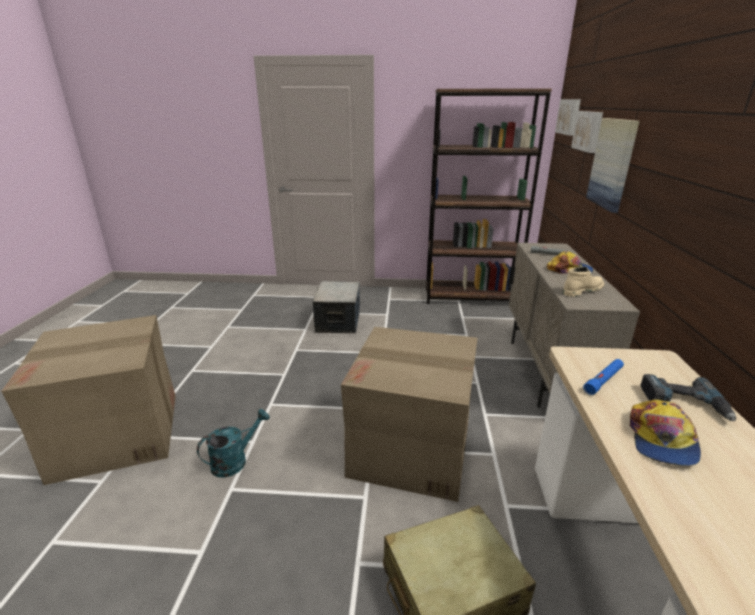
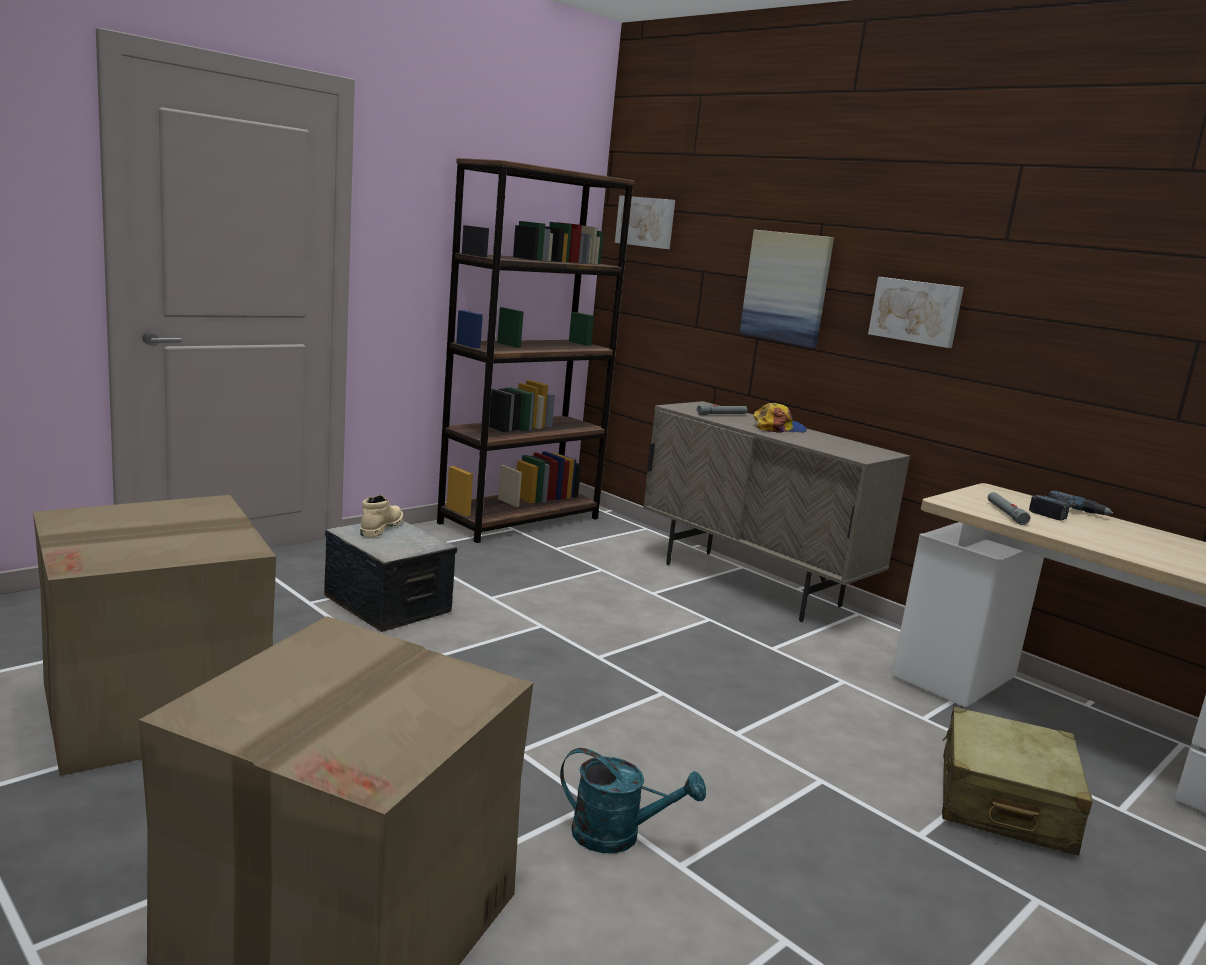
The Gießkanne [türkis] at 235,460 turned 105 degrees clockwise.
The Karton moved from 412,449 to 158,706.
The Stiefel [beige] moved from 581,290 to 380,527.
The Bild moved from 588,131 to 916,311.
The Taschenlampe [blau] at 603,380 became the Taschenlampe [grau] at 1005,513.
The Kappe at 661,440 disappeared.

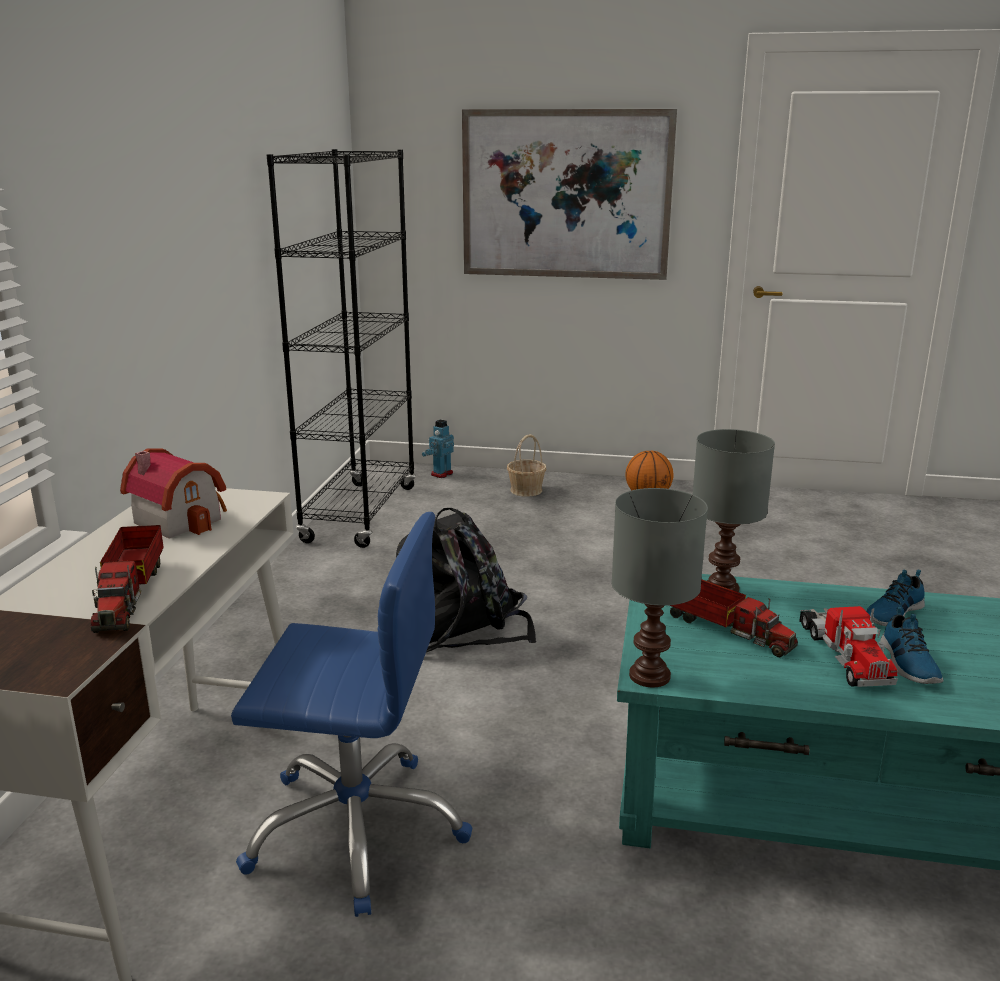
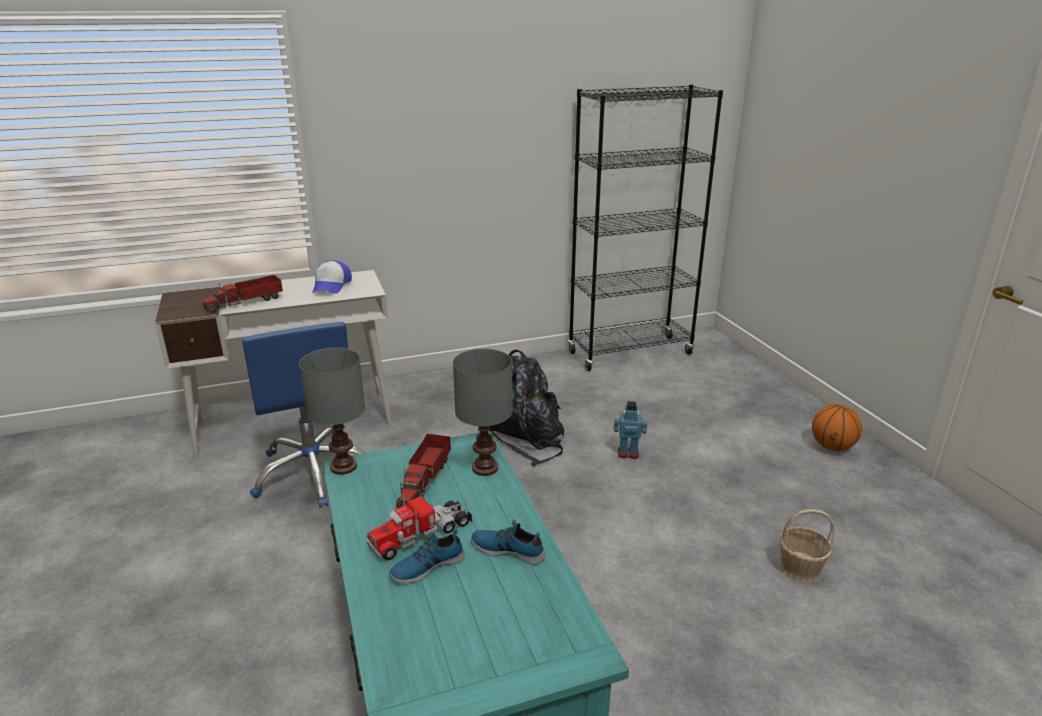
The Spielzeughaus at 181,519 was replaced by the Kappe at 332,286.
The Spielzeugroboter moved from 441,474 to 628,453.
The Bild at 565,195 disappeared.
The Korb moved from 526,490 to 799,567.

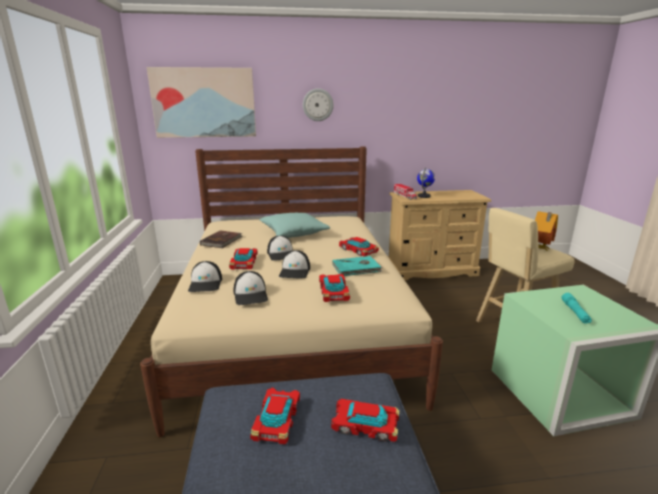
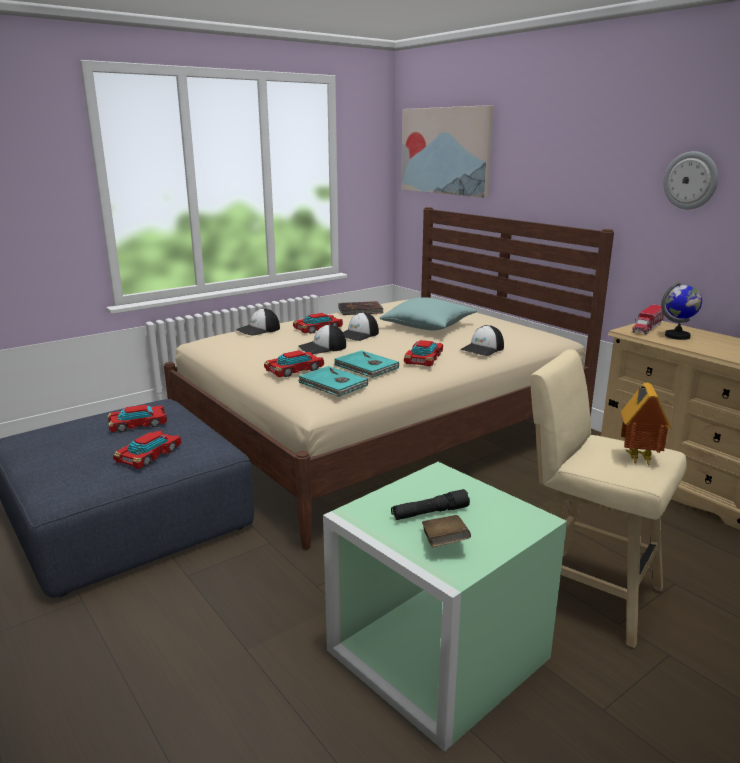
The Kappe moved from 251,295 to 483,349.
The Wanduhr moved from 318,105 to 691,180.
The Spielzeugauto at 365,424 turned 45 degrees clockwise.
The Taschenlampe [türkis] at 575,312 became the Taschenlampe [schwarz] at 430,513.
The Buch [türkis] at 332,384 appeared.
The Buch [braun] at 444,543 appeared.

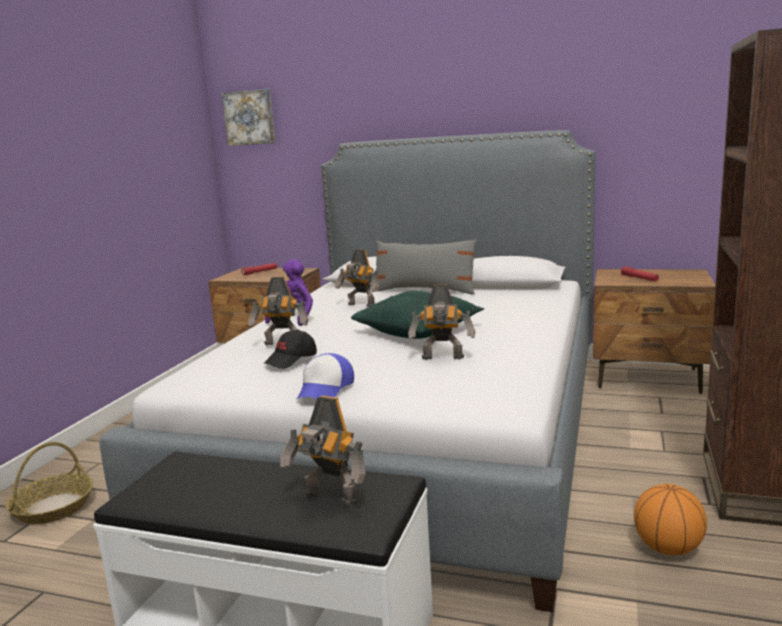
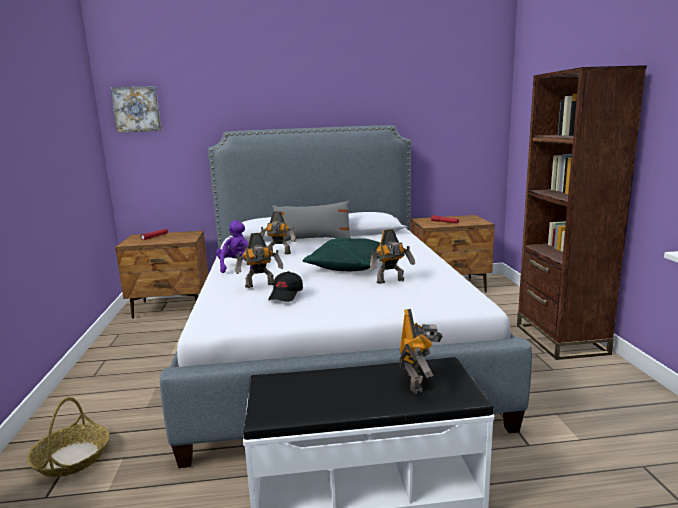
The Spielzeugroboter at 330,499 turned 90 degrees counterclockwise.
The Kappe at 325,389 disappeared.
The Basketball at 667,548 disappeared.

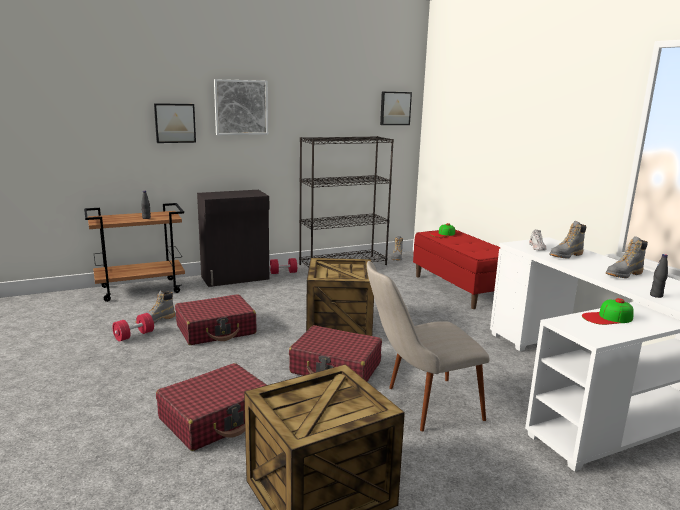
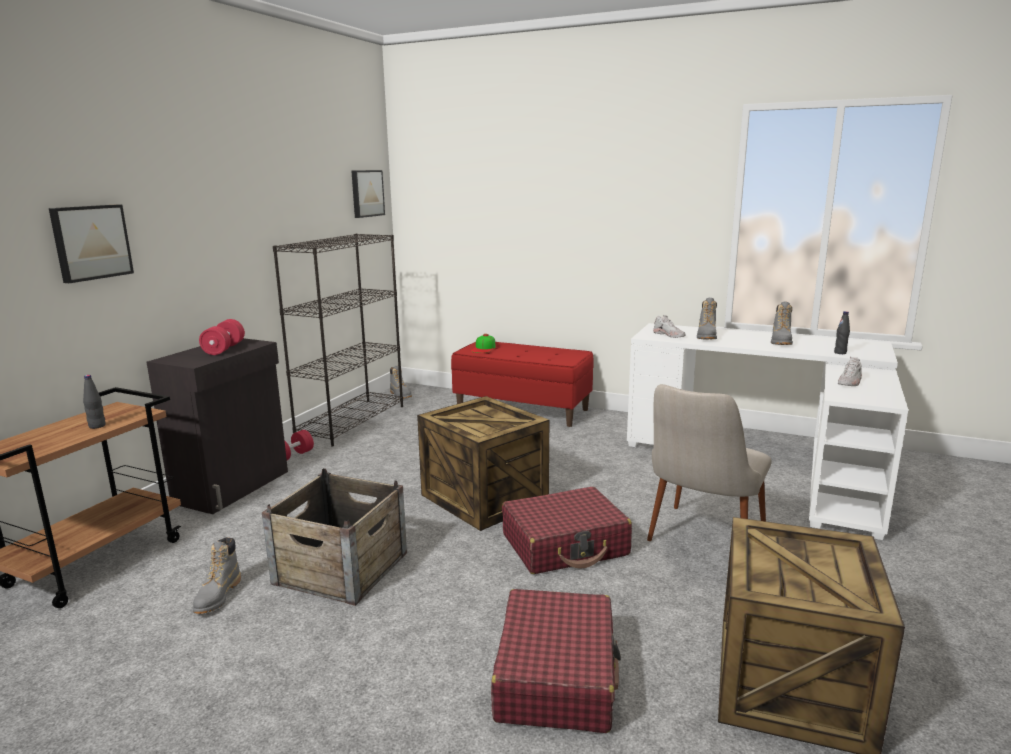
The Hantel [rot] moved from 134,335 to 224,349.
The Koffer [rot] at 216,330 was replaced by the Kiste at 341,567.
The Bild at 241,107 disappeared.
The Kappe at 607,318 was replaced by the Schuh [weiß] at 850,382.

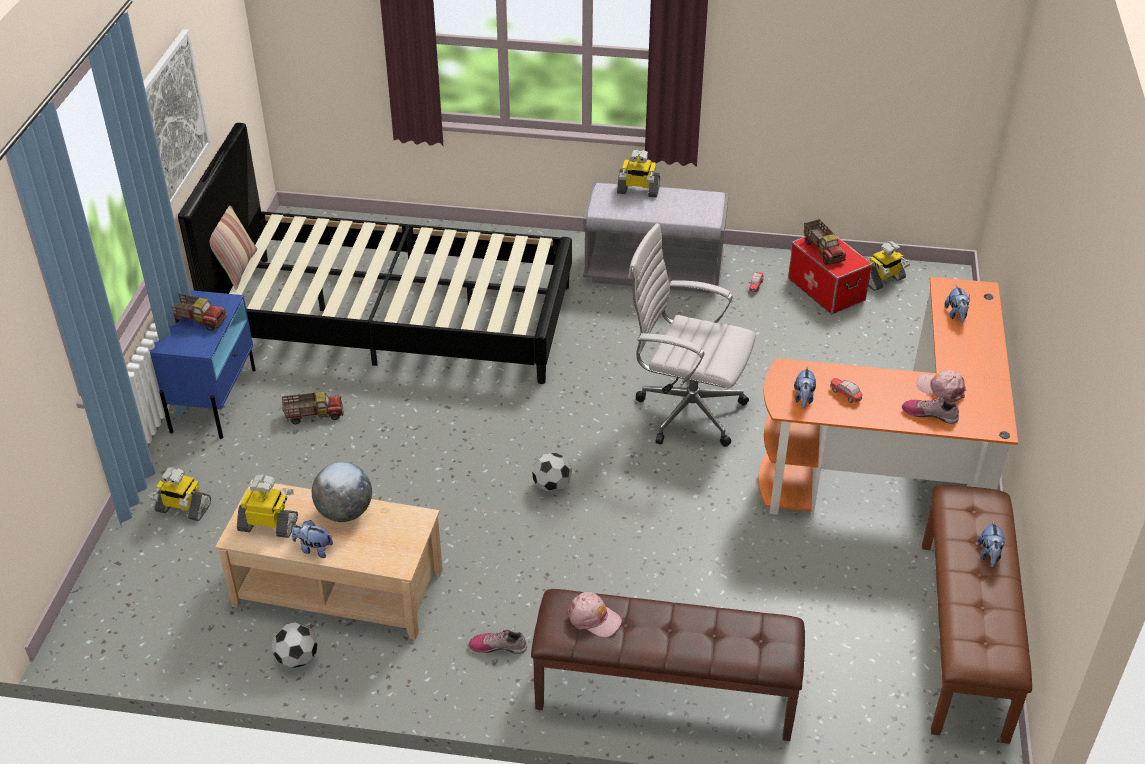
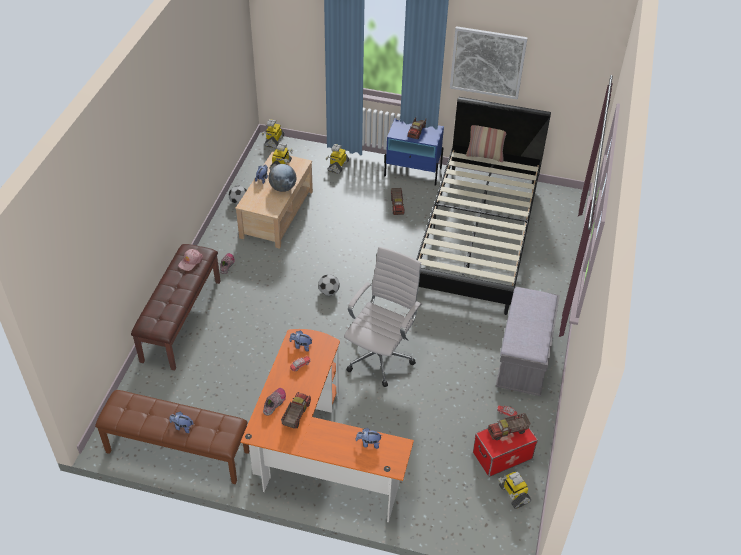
The Spielzeugroboter moved from 638,190 to 274,141.
The Kappe [rosa] at 941,389 was replaced by the Spielzeuglaster at 296,415.

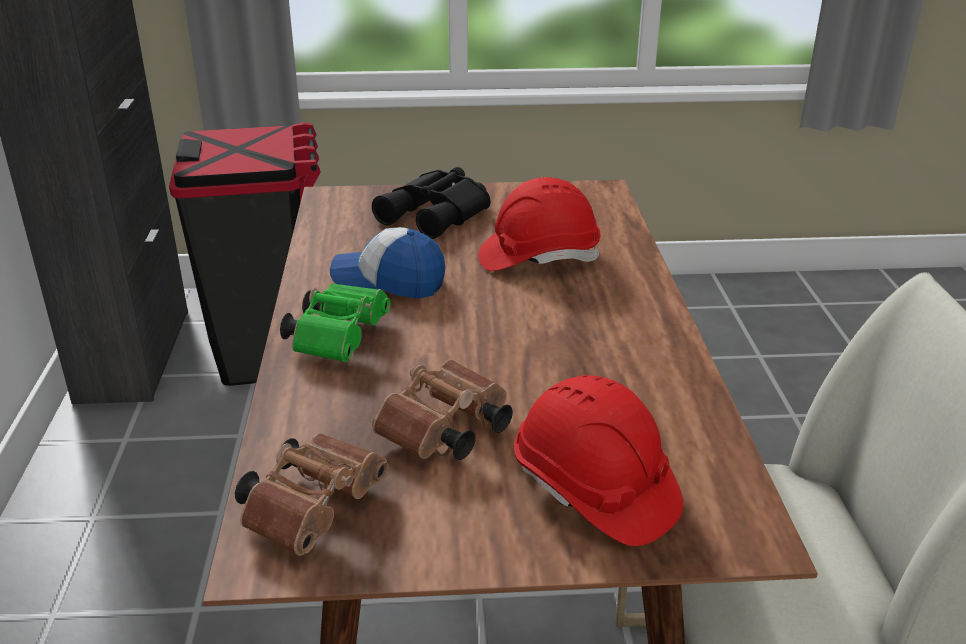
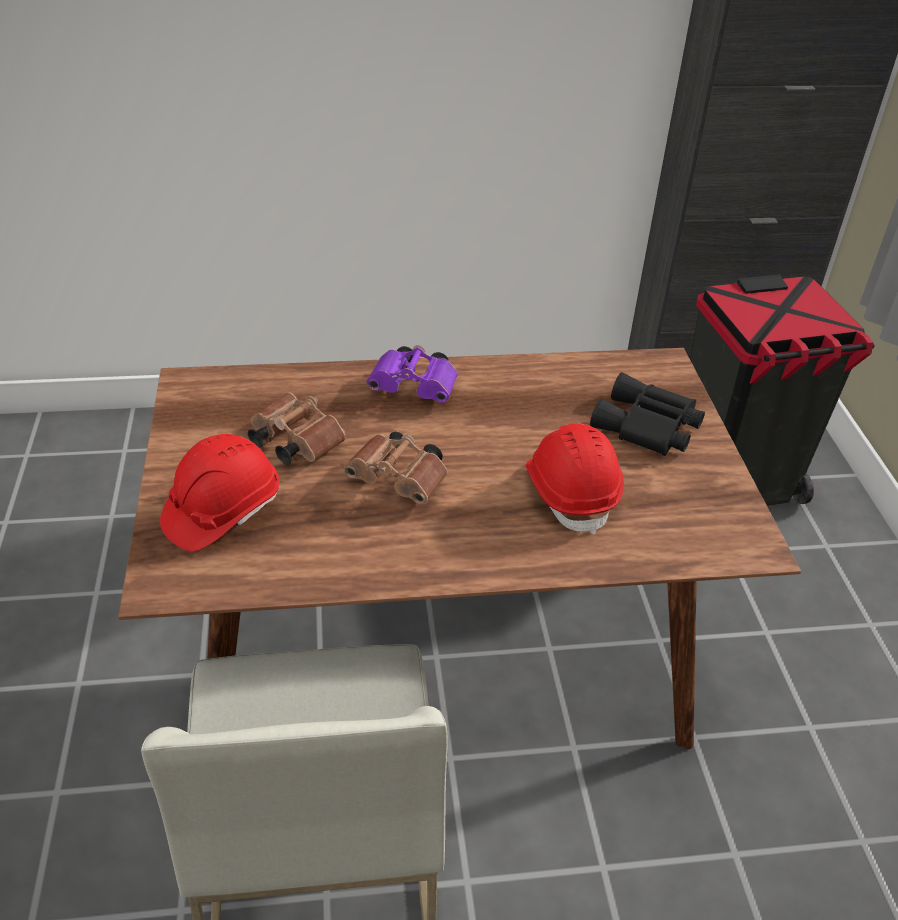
The Fernglas [braun] moved from 315,507 to 401,481.
The Fernglas [grün] at 339,338 became the Fernglas [lila] at 416,388.
The Kappe at 389,280 disappeared.

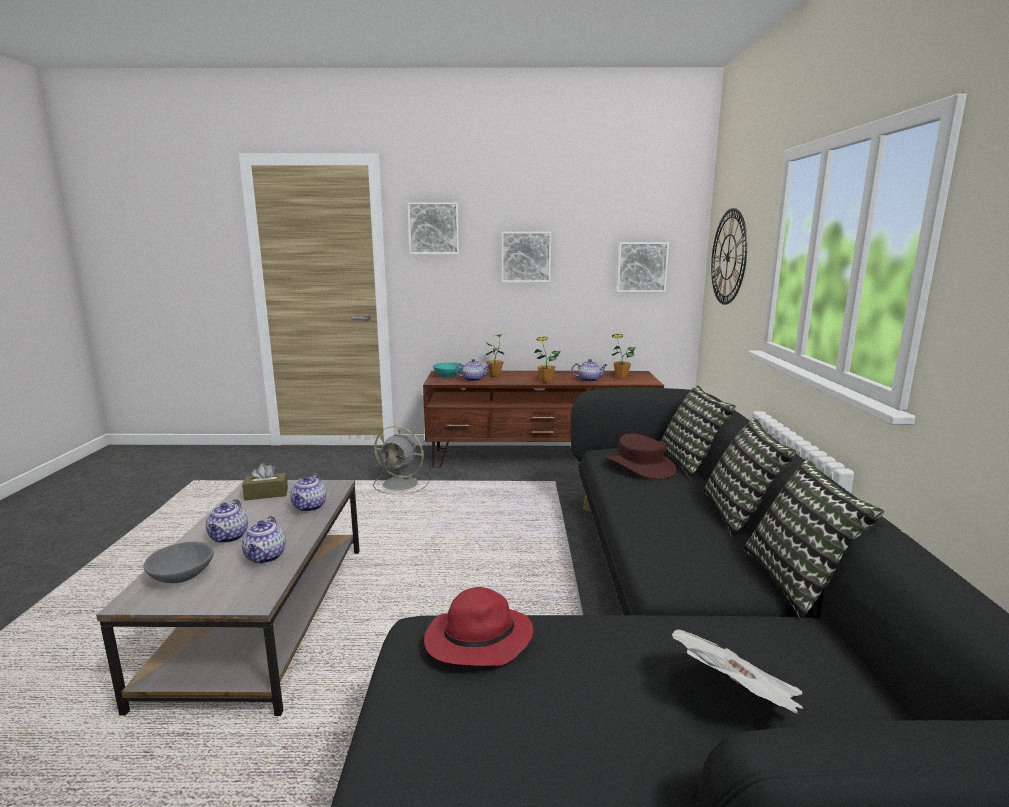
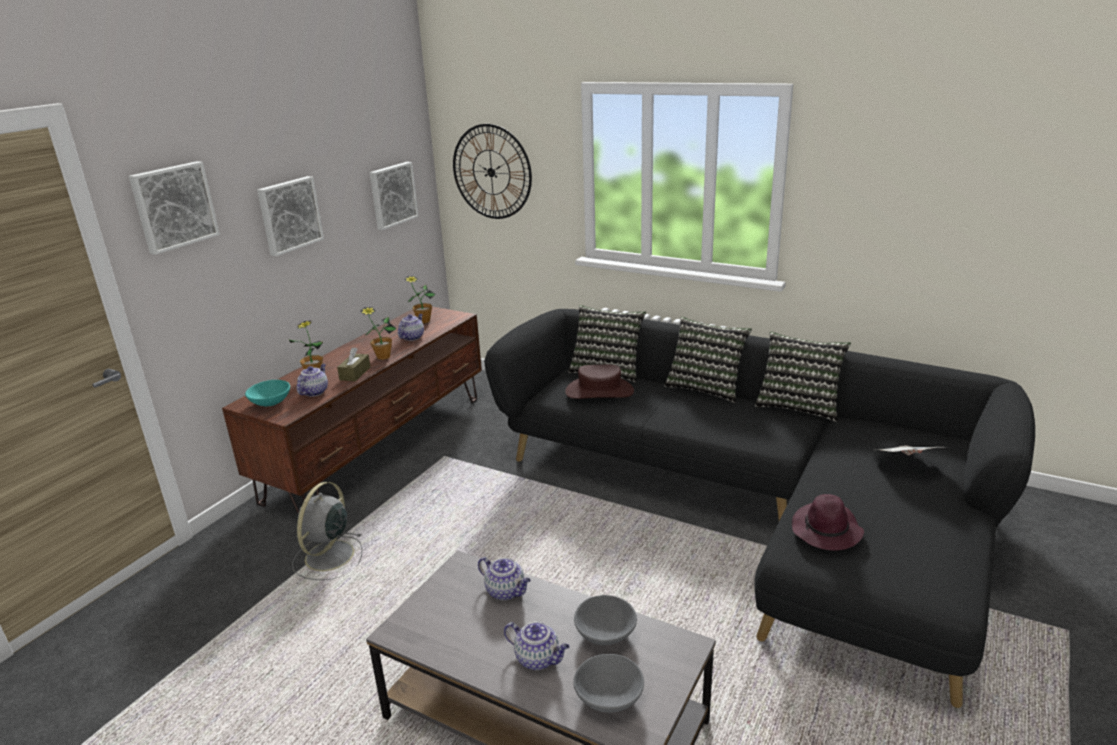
The Taschentuchbox [braun] moved from 266,494 to 355,373.
The Teekanne at 265,557 was replaced by the Schüssel [grau] at 606,633.
The Ventilator [grau] at 402,484 turned 150 degrees clockwise.
The Hut [rot] at 477,641 became the Hut [lila] at 826,531.

